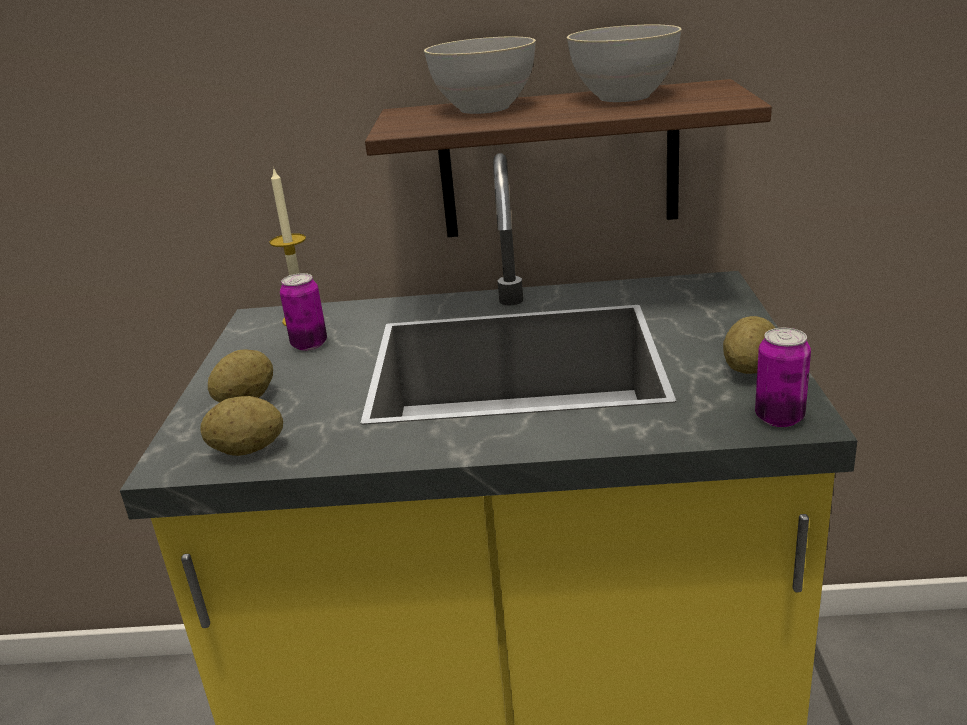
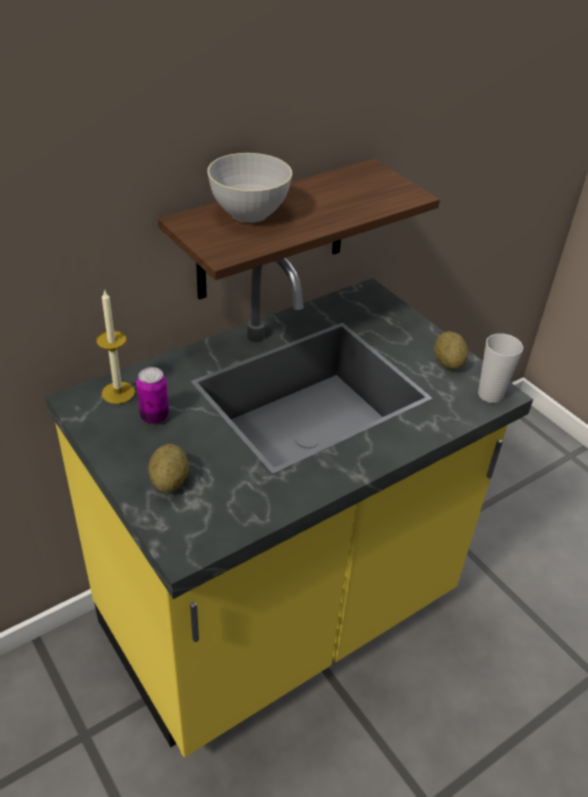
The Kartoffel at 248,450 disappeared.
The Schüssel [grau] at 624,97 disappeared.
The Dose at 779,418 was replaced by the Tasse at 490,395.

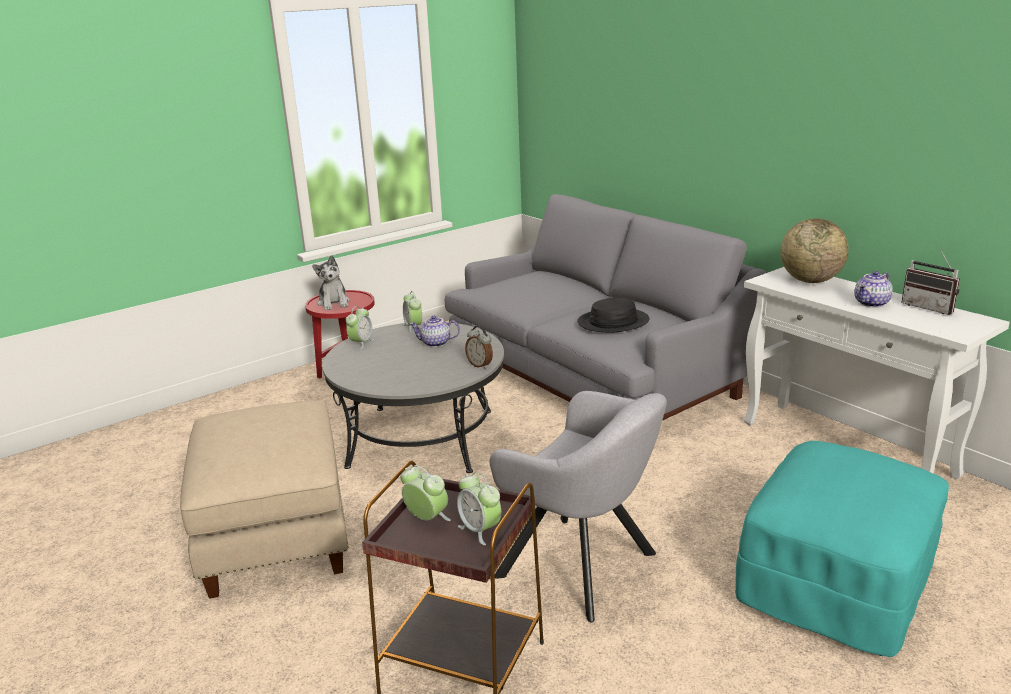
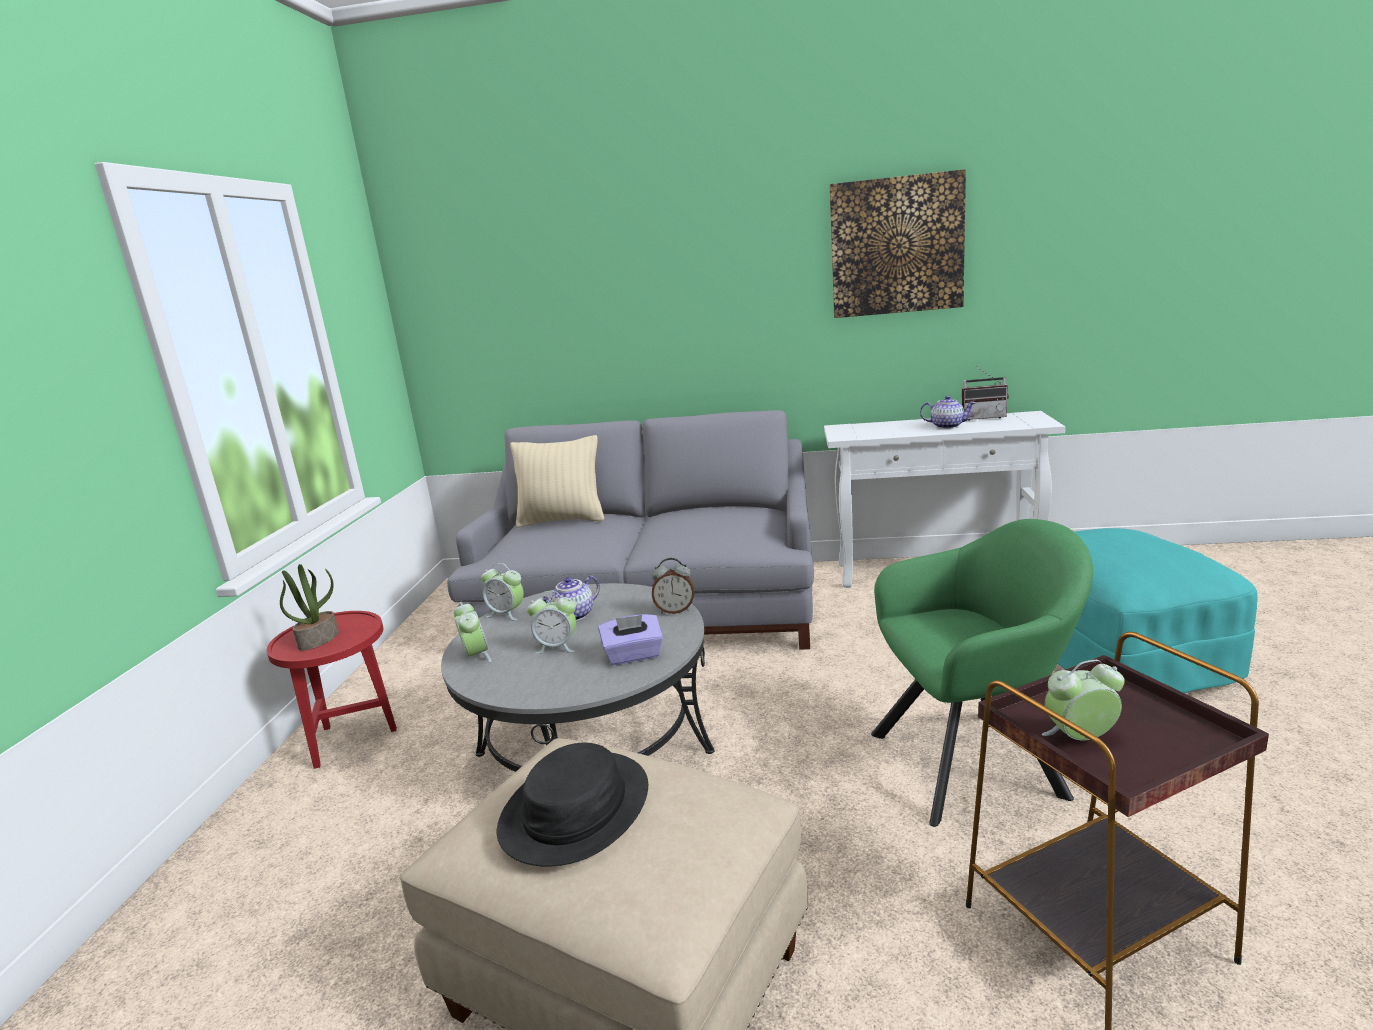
The Plüschtier at 334,303 was replaced by the Topfpflanze at 318,639.
The Wecker moved from 480,530 to 557,647.
The Sessel [grau] at 584,568 became the Sessel [grün] at 976,762.
The Hut [schwarz] moved from 613,322 to 576,809.
The Globus at 810,281 disappeared.
The Teekanne at 872,303 turned 75 degrees counterclockwise.
The Kissen [beige] at 562,520 appeared.
The Taschentuchbox [lila] at 633,656 appeared.
The Bild at 896,246 appeared.

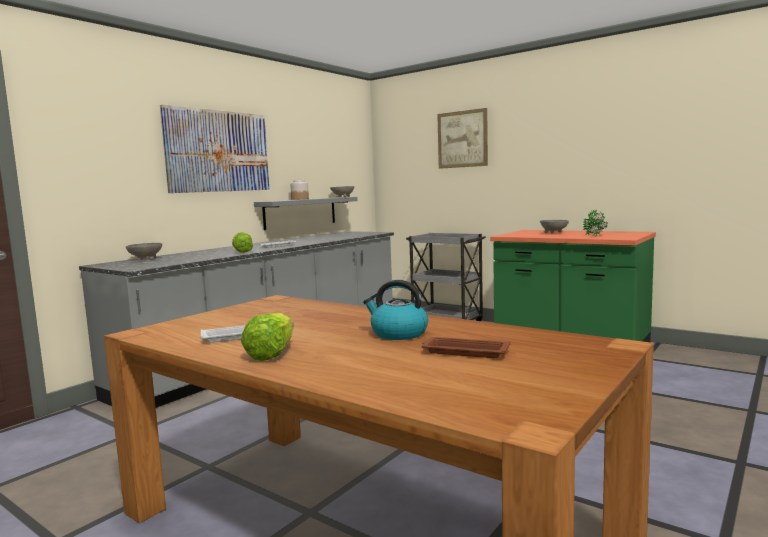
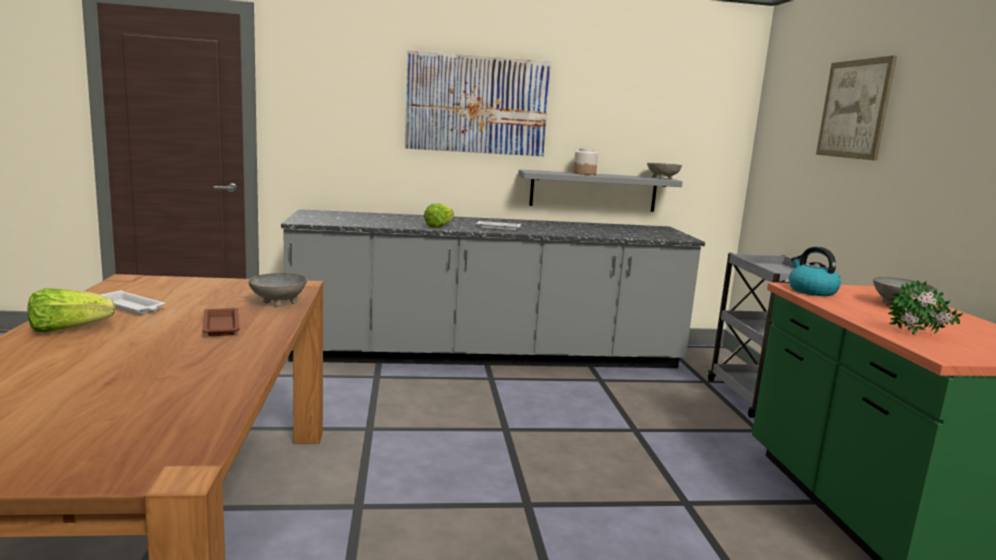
The Schüssel [grau] moved from 145,259 to 278,302.
The Wasserkessel moved from 398,334 to 811,291.
The Tablett [braun] moved from 464,352 to 221,325.

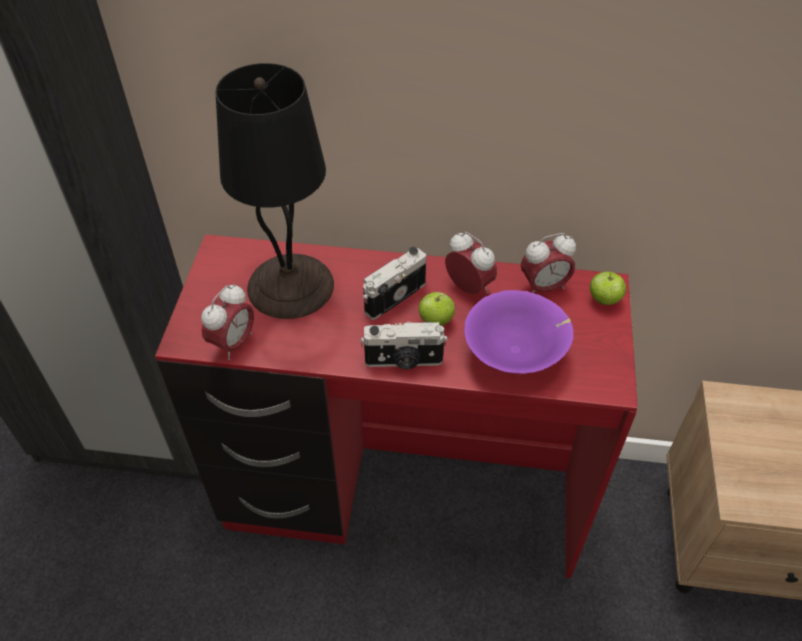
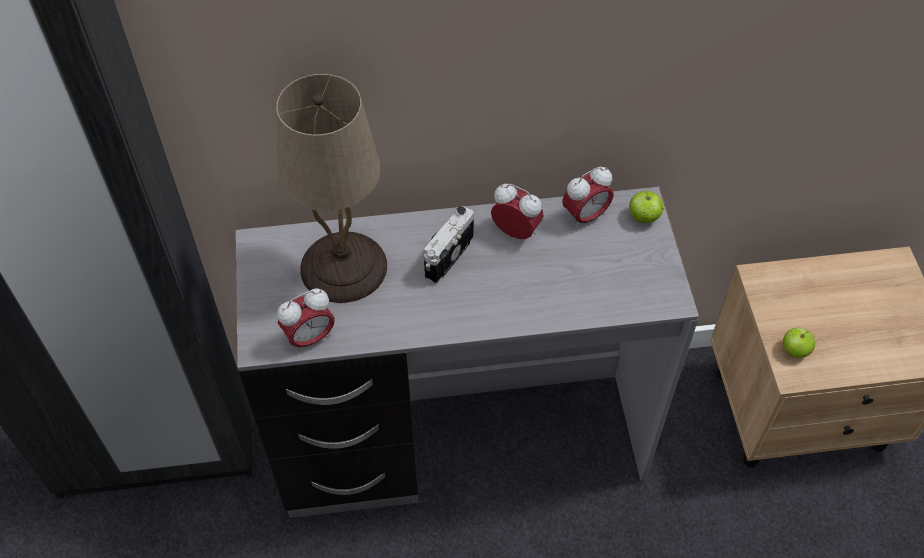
The Schreibtisch [rot] at 402,501 became the Schreibtisch [grau] at 462,445.
The Wecker at 233,343 turned 45 degrees clockwise.
The Tischlampe [schwarz] at 288,286 became the Tischlampe [beige] at 342,267.
The Kamera at 404,361 disappeared.
The Apfel moved from 436,320 to 794,350.
The Schüssel [lila] at 516,354 disappeared.

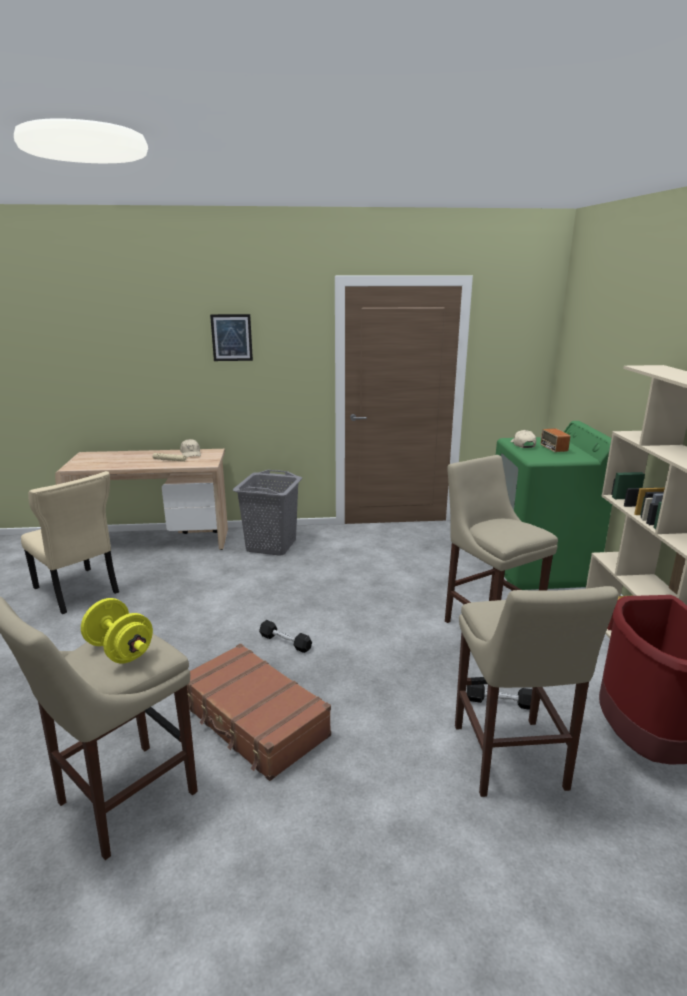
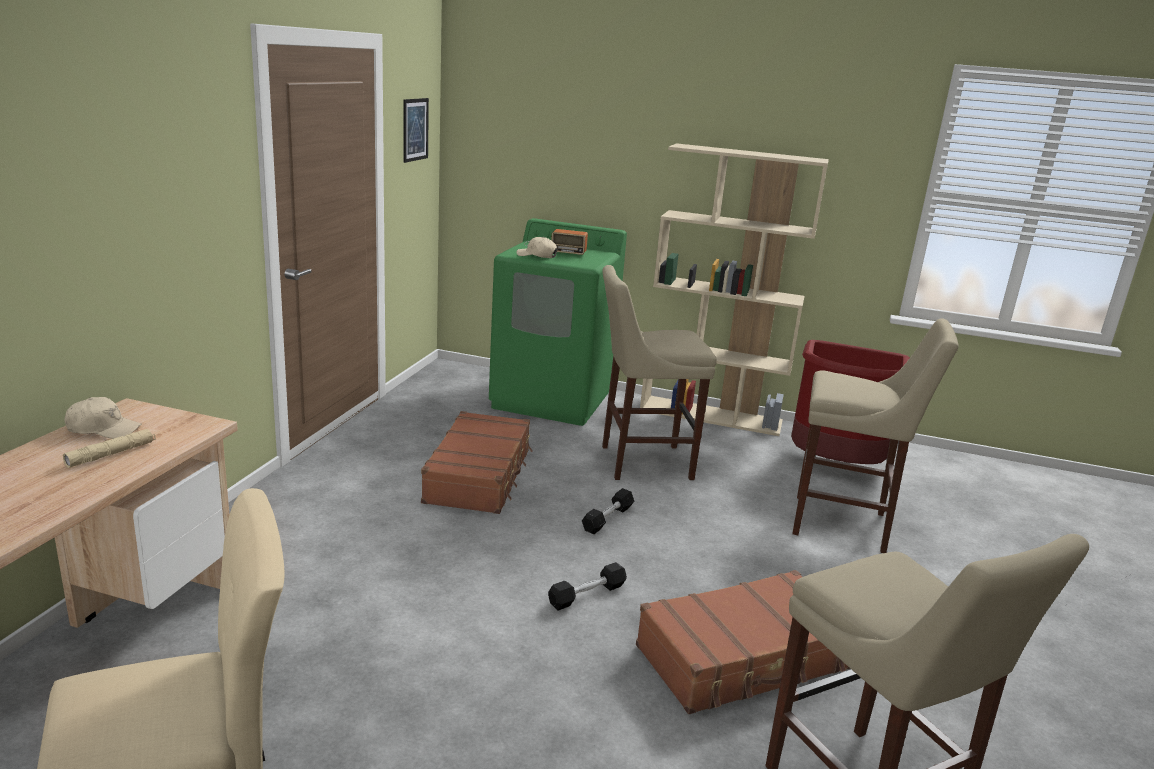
The Hantel [gelb] at 120,650 disappeared.
The Bild moved from 231,337 to 415,129.
The Wäschekorb [grau] at 272,545 disappeared.
The Hantel [schwarz] moved from 500,702 to 607,519.
The Koffer [braun] at 479,476 appeared.

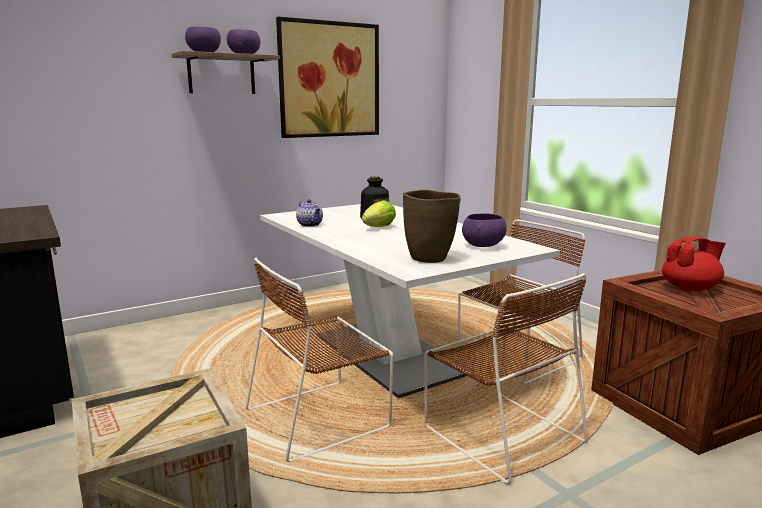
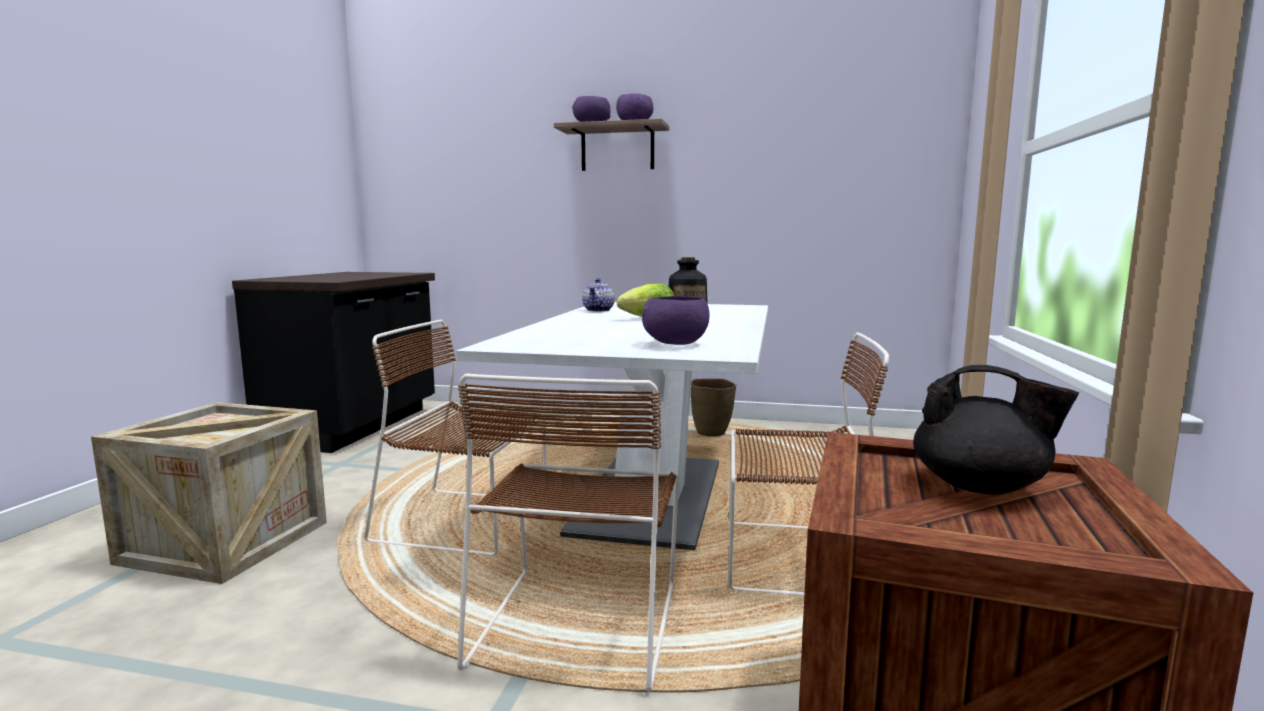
The Bild at 329,80 disappeared.
The Vase [braun] moved from 429,258 to 712,433.
The Teekanne [rot] at 690,288 became the Teekanne [schwarz] at 981,487.

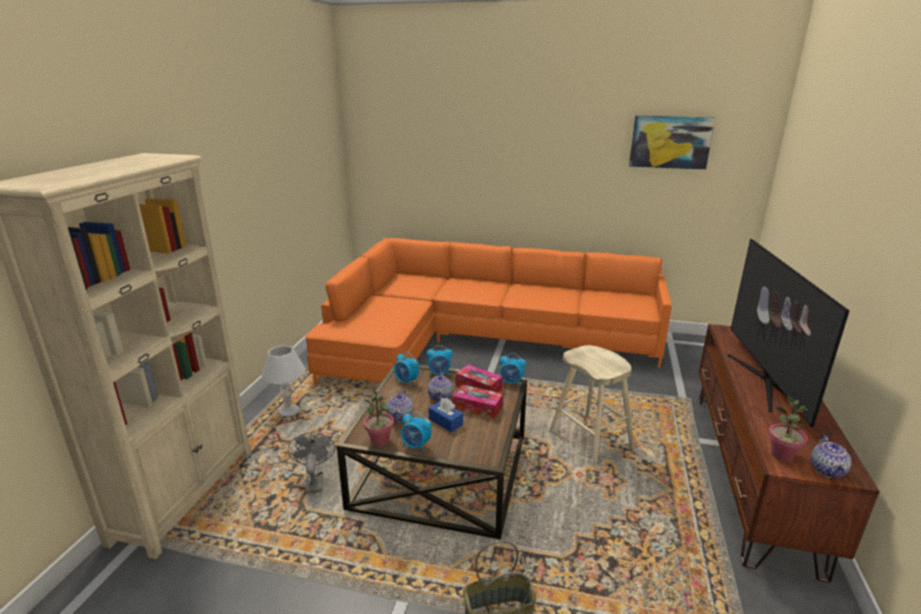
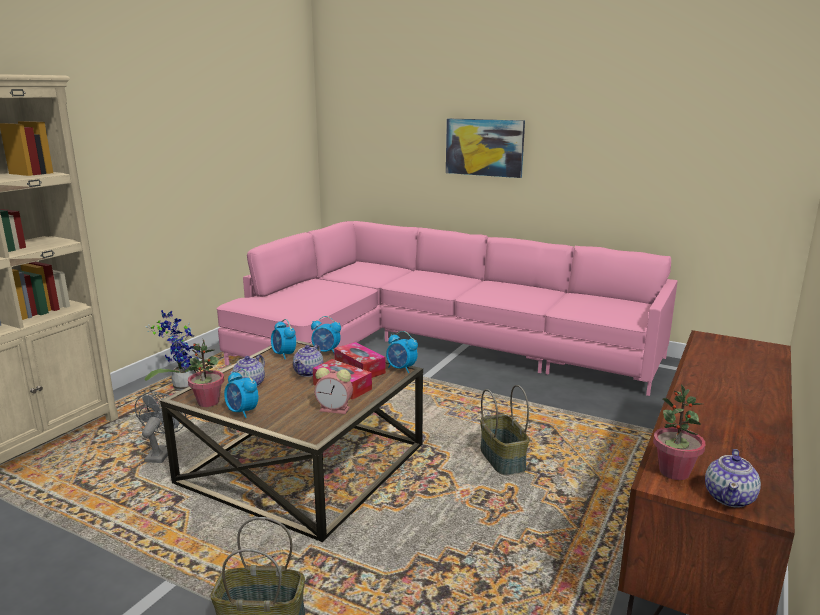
The Tischlampe [weiß] at 289,411 was replaced by the Topfpflanze at 183,386.
The Sofa [orange] at 476,340 became the Sofa [rosa] at 431,344.
The Taschentuchbox [blau] at 445,422 disappeared.
The Hocker [beige] at 590,440 was replaced by the Korb at 503,459.
The Bild moved from 670,142 to 484,147.
The Fernseher at 765,381 disappeared.
The Wecker at 335,409 appeared.

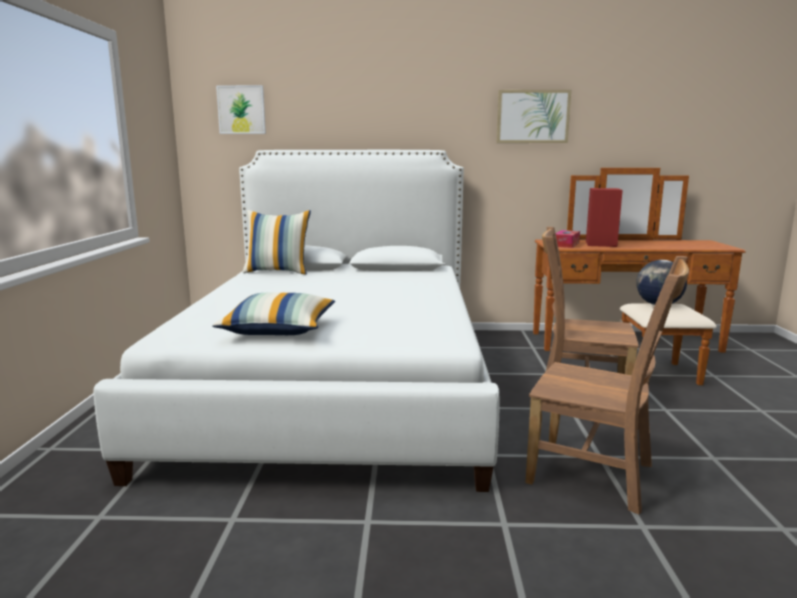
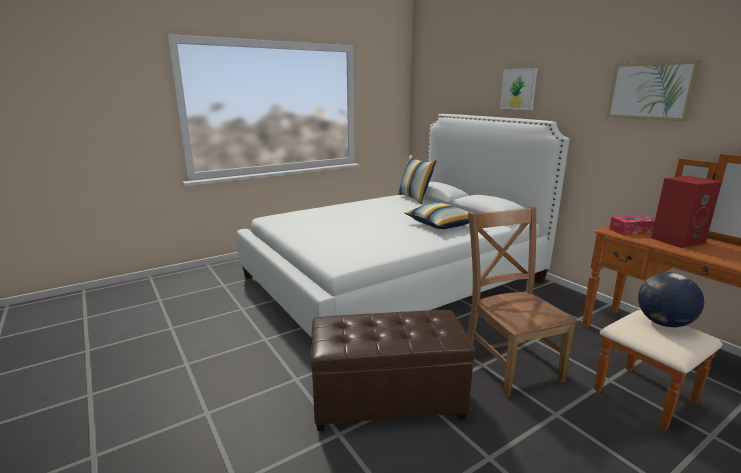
The Kissen moved from 279,330 to 441,225.
The Bild moved from 241,110 to 518,89.
The Stuhl [braun] at 596,475 was replaced by the Polsterhocker [braun] at 387,400.

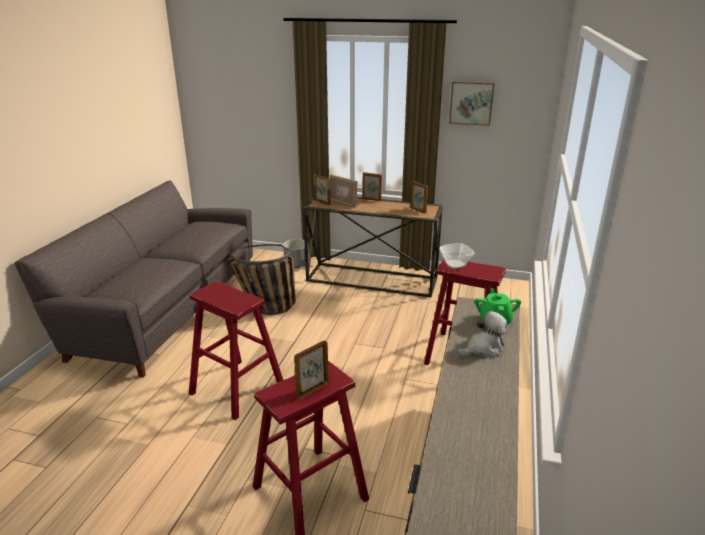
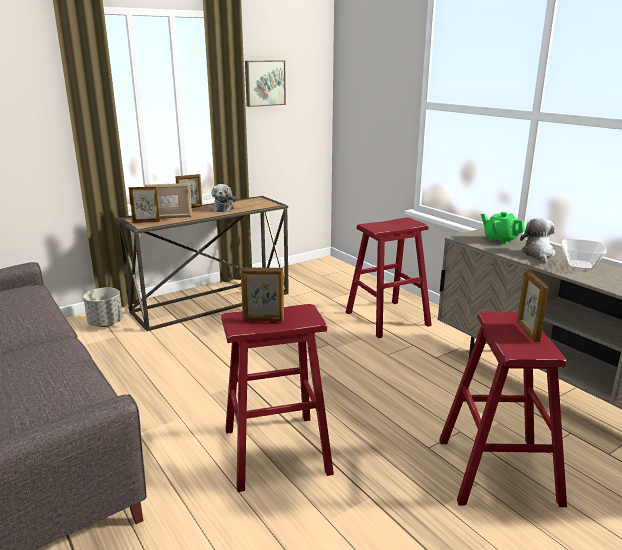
The Korb at 264,309 disappeared.
The Bilderrahmen moved from 417,210 to 263,320.
The Schüssel moved from 455,264 to 580,265.
The Plüschtier at 223,208 appeared.

